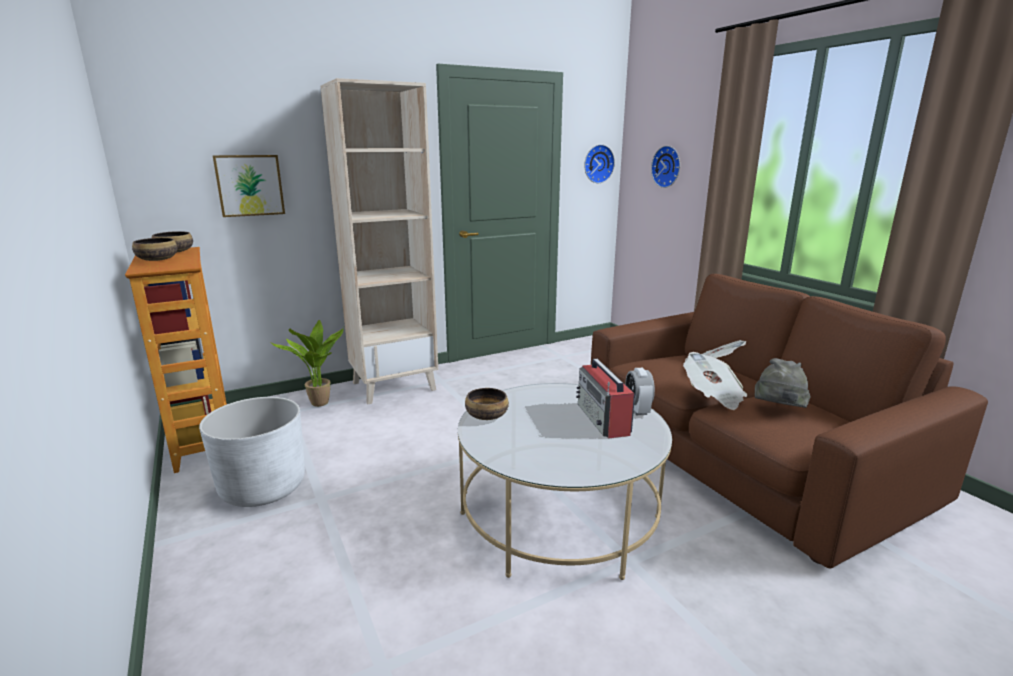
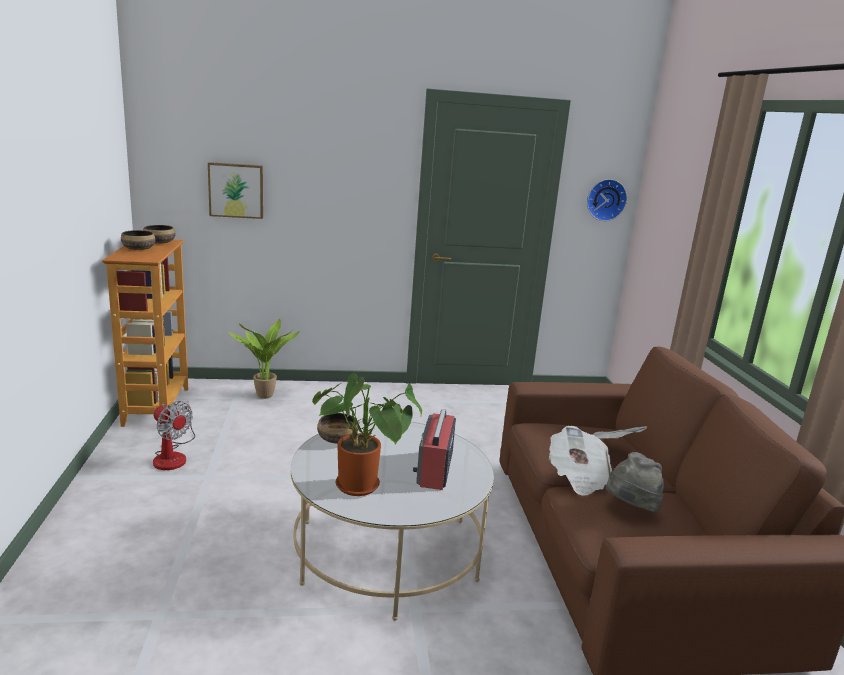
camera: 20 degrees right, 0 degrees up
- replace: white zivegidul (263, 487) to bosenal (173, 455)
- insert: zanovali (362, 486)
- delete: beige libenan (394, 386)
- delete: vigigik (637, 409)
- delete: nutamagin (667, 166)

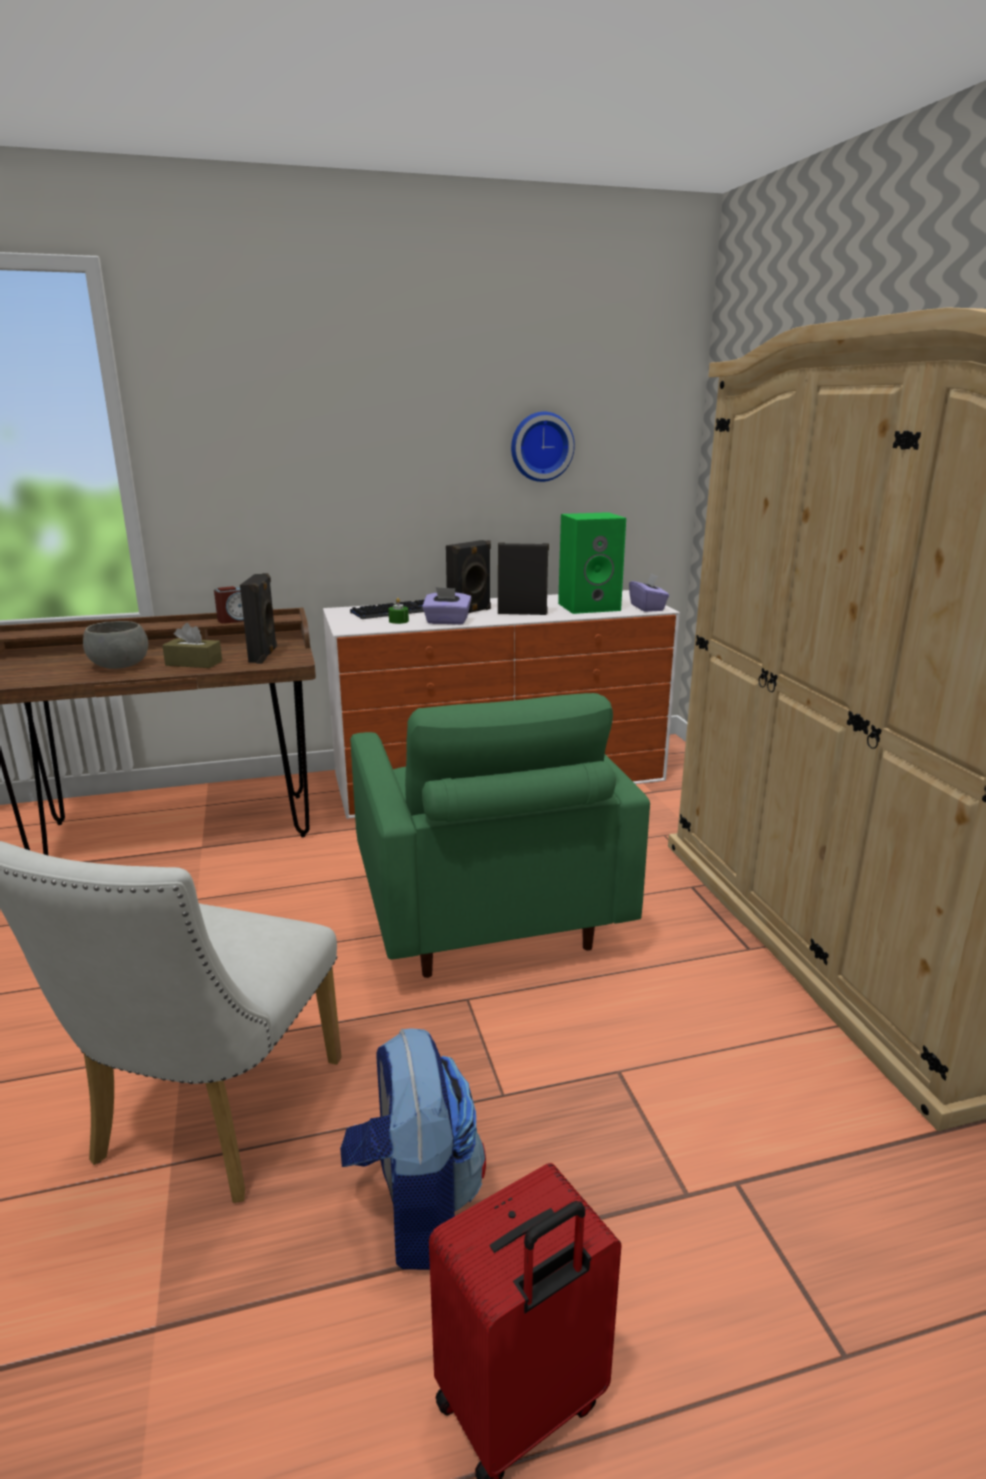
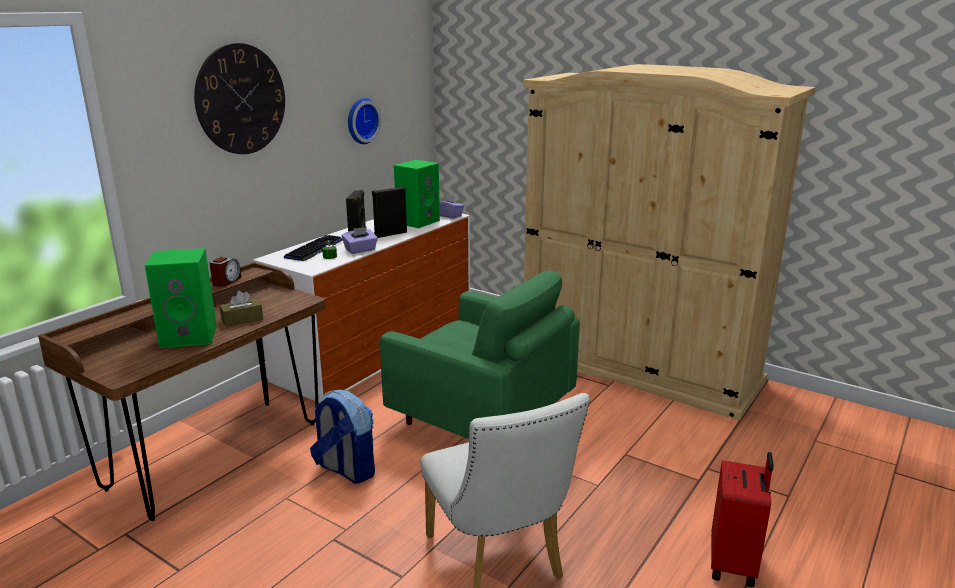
camera: 40 degrees left, 0 degrees up
- replace: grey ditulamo (120, 665) to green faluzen (190, 336)
- insert: nutamagin (241, 99)
- move: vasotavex (415, 1207) to (345, 470)
- delete: black faluzen (264, 655)

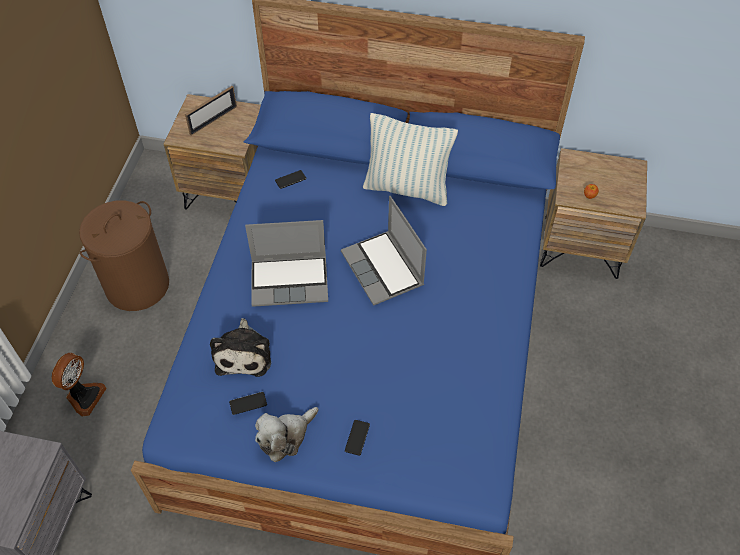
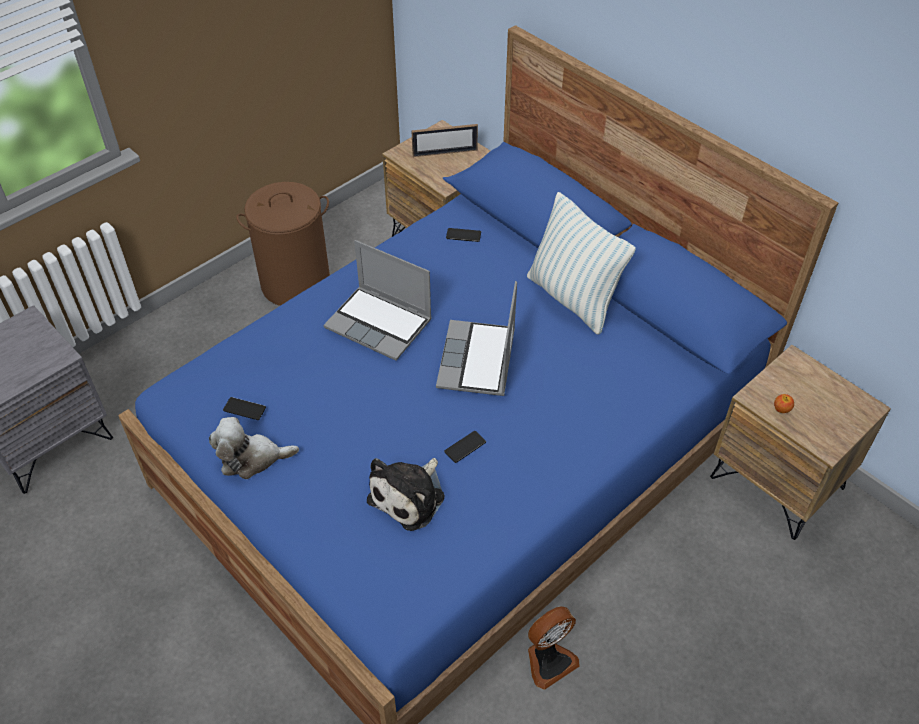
camera: 35 degrees right, 5 degrees down
- move: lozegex (244, 353) to (410, 496)
- move: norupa (357, 437) to (465, 447)
- move: bosenal (84, 396) to (549, 660)

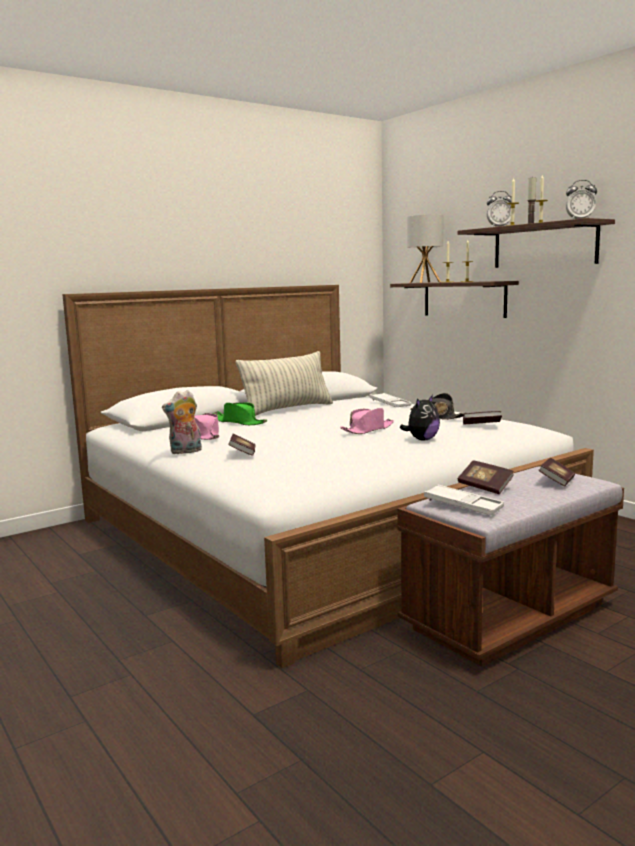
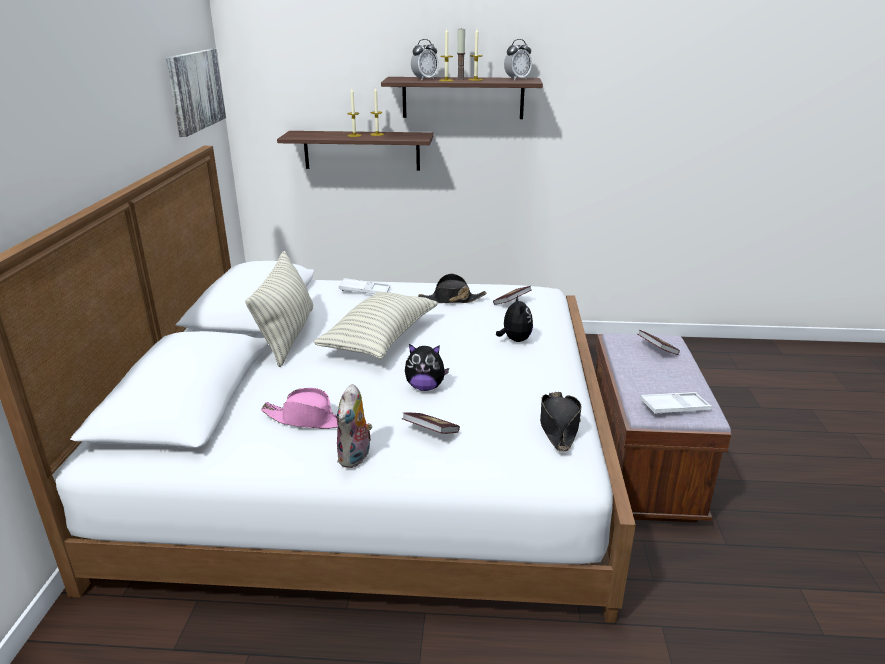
camera: 50 degrees left, 15 degrees up
- insert: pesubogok (195, 90)
- insert: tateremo (380, 339)
- insert: lozegex (425, 387)
- insert: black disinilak (558, 426)
- delete: green disinilak (239, 422)
- delete: pink disinilak (367, 430)
- delete: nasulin (425, 282)
- delete: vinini (485, 487)

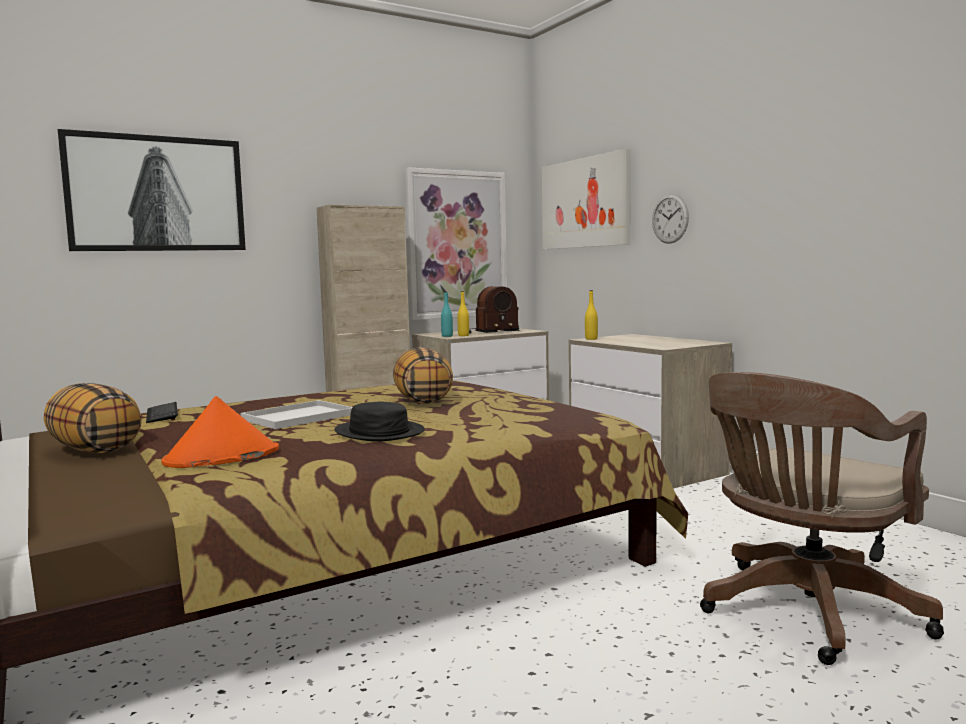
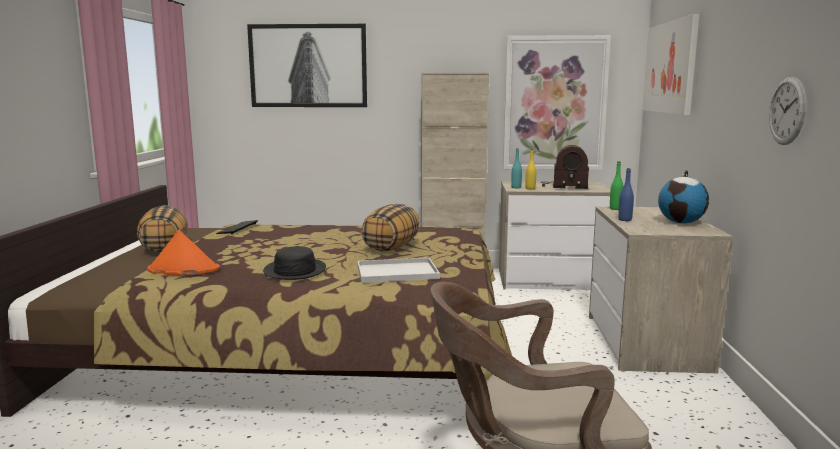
camera: 35 degrees right, 5 degrees up
- move: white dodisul (297, 417) to (395, 272)
- recolor: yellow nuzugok (591, 339) to green nuzugok (615, 209)
- insert: blue nuzugok (625, 220)
- insert: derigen (681, 223)
- move: nutamagin (670, 218) to (787, 111)

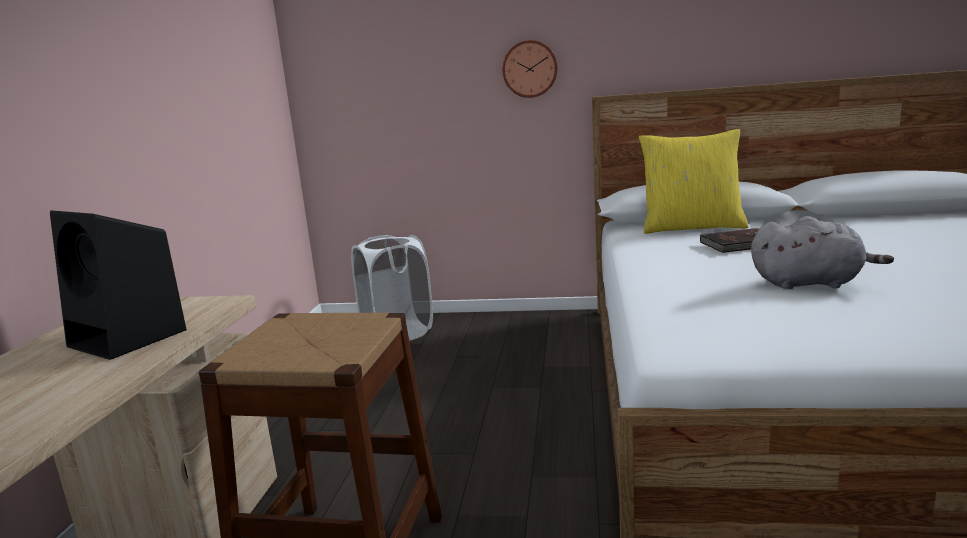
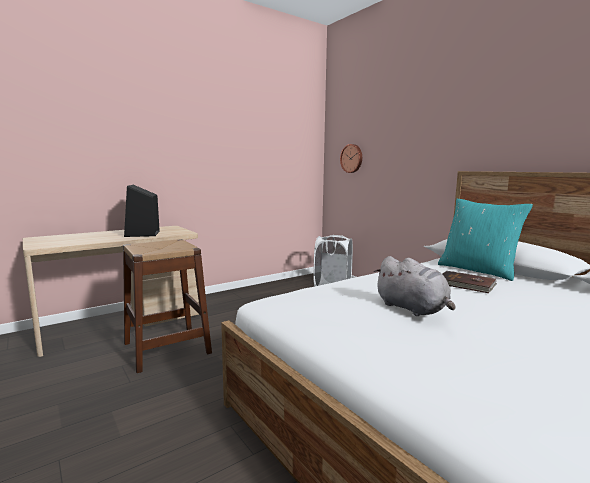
camera: 45 degrees right, 5 degrees down
- move: nutamagin (530, 69) to (352, 158)
- recolor: yellow tateremo (691, 227) to turquoise tateremo (478, 270)

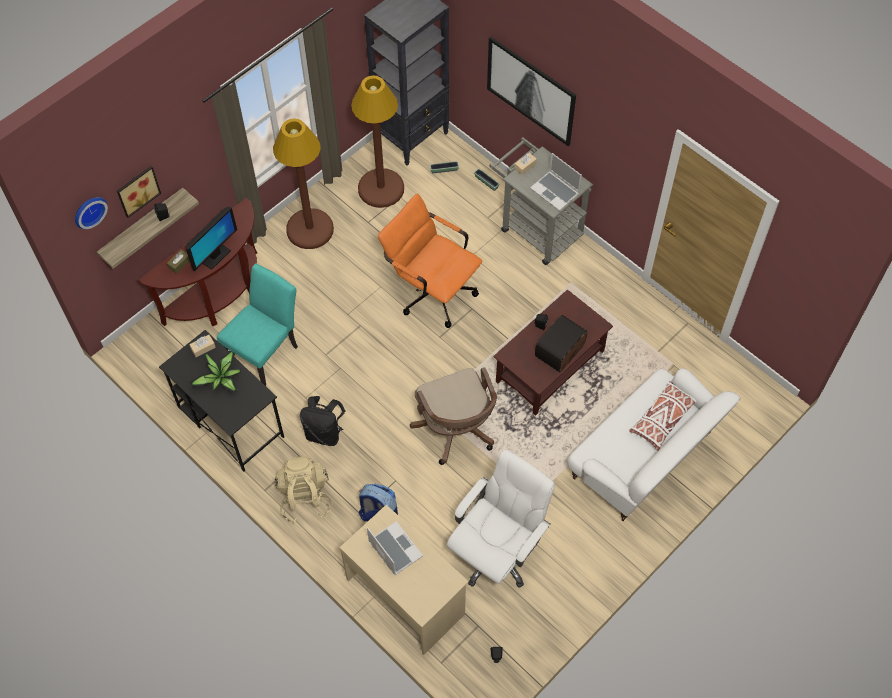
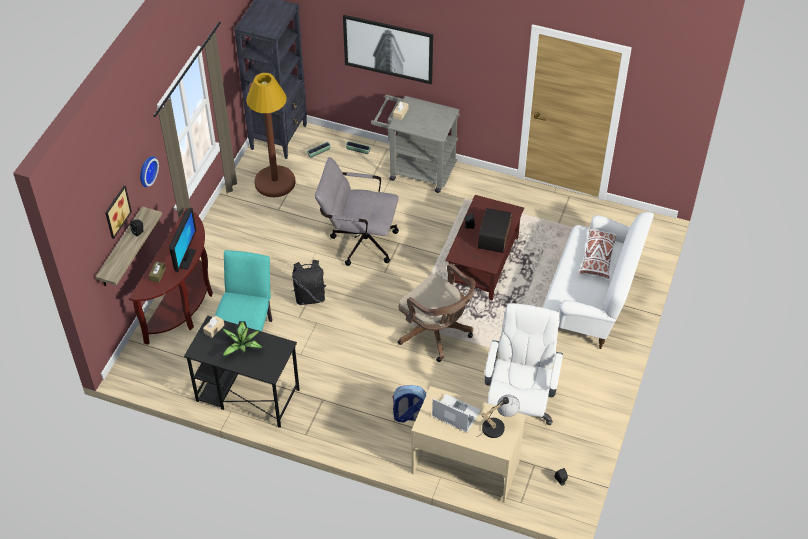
camera: 25 degrees left, 10 degrees down
- move: nutamagin (88, 211) to (146, 170)
- move: black vasotavex (324, 433) to (310, 297)
- recolor: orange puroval (431, 290) to grey puroval (358, 241)
- insert: nasulin (498, 425)
- delete: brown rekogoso (310, 229)
- delete: beige vasotavex (304, 497)
- delete: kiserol (555, 191)

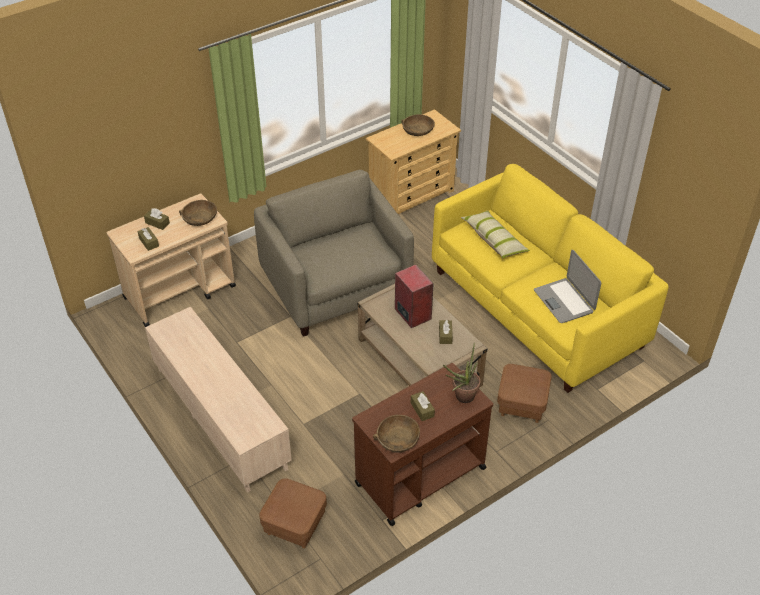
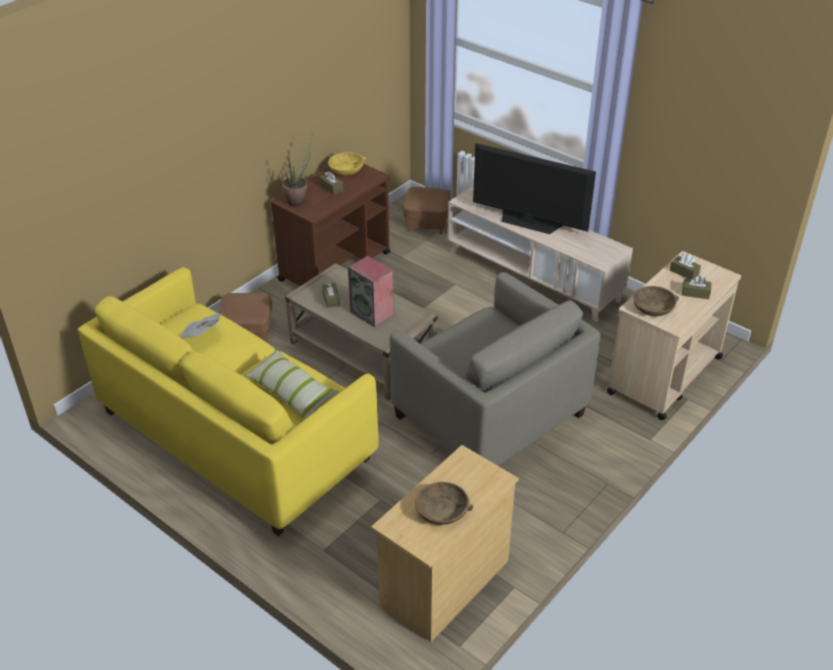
camera: 165 degrees right, 5 degrees down
- replace: kiserol (564, 301) to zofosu (201, 335)
- recolor: brown ditulamo (397, 439) to yellow ditulamo (346, 169)
- insert: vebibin (529, 222)

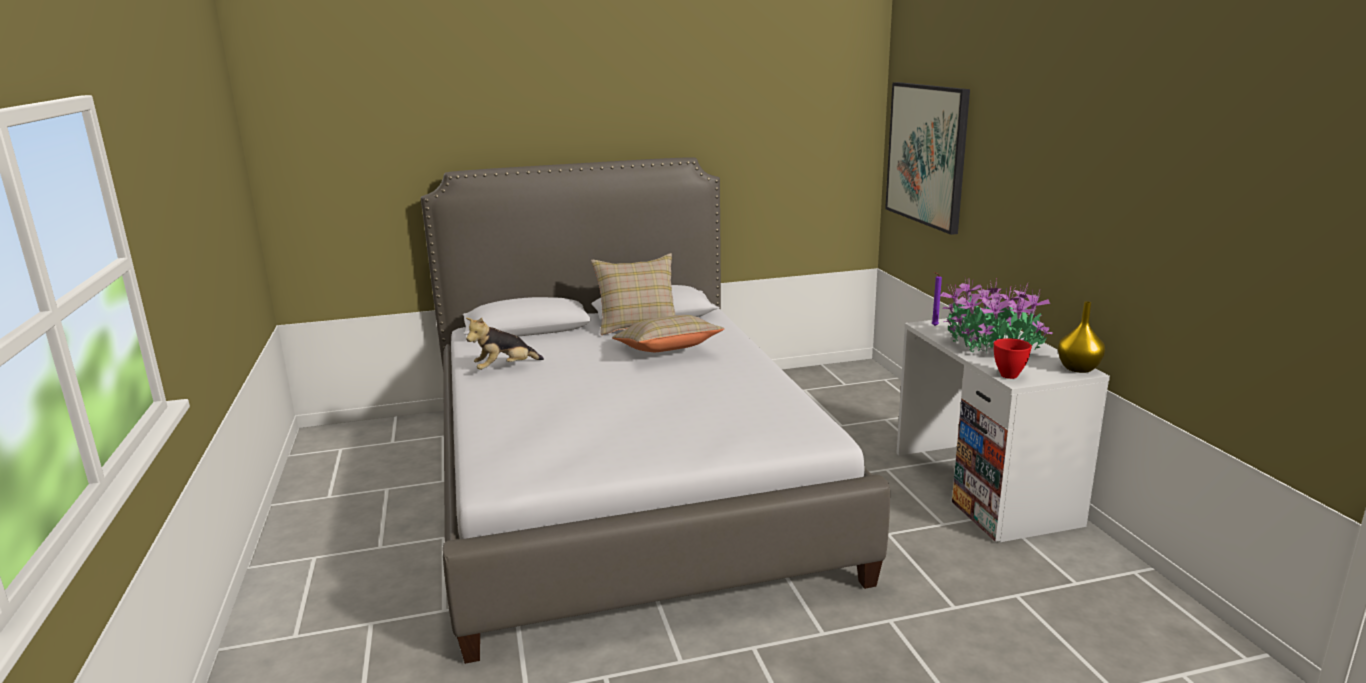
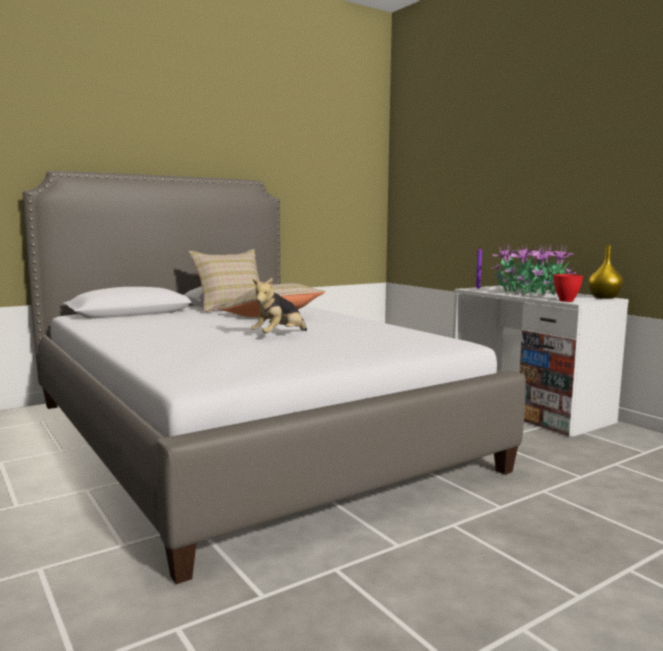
camera: 20 degrees left, 10 degrees down
- move: lozegex (504, 368) to (279, 336)
- delete: pesubogok (927, 154)

